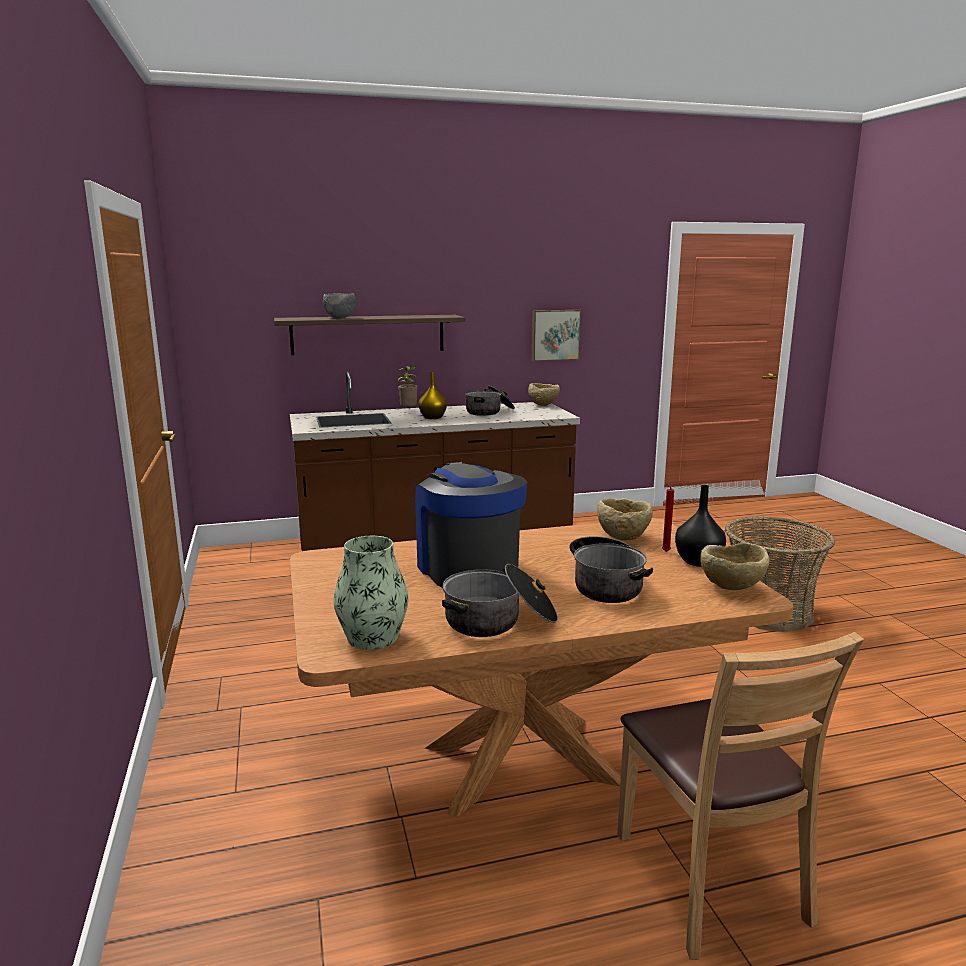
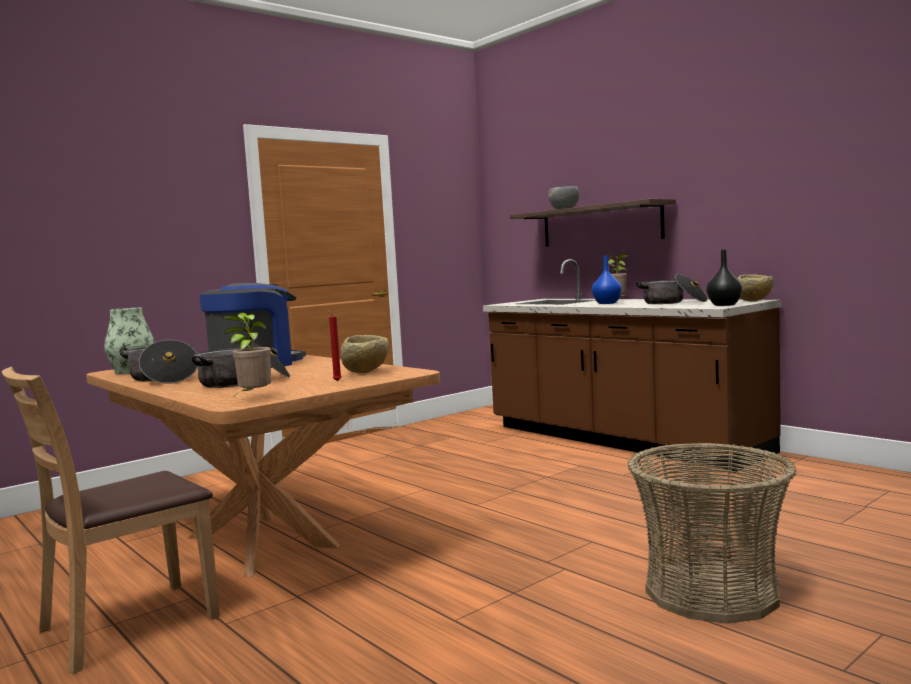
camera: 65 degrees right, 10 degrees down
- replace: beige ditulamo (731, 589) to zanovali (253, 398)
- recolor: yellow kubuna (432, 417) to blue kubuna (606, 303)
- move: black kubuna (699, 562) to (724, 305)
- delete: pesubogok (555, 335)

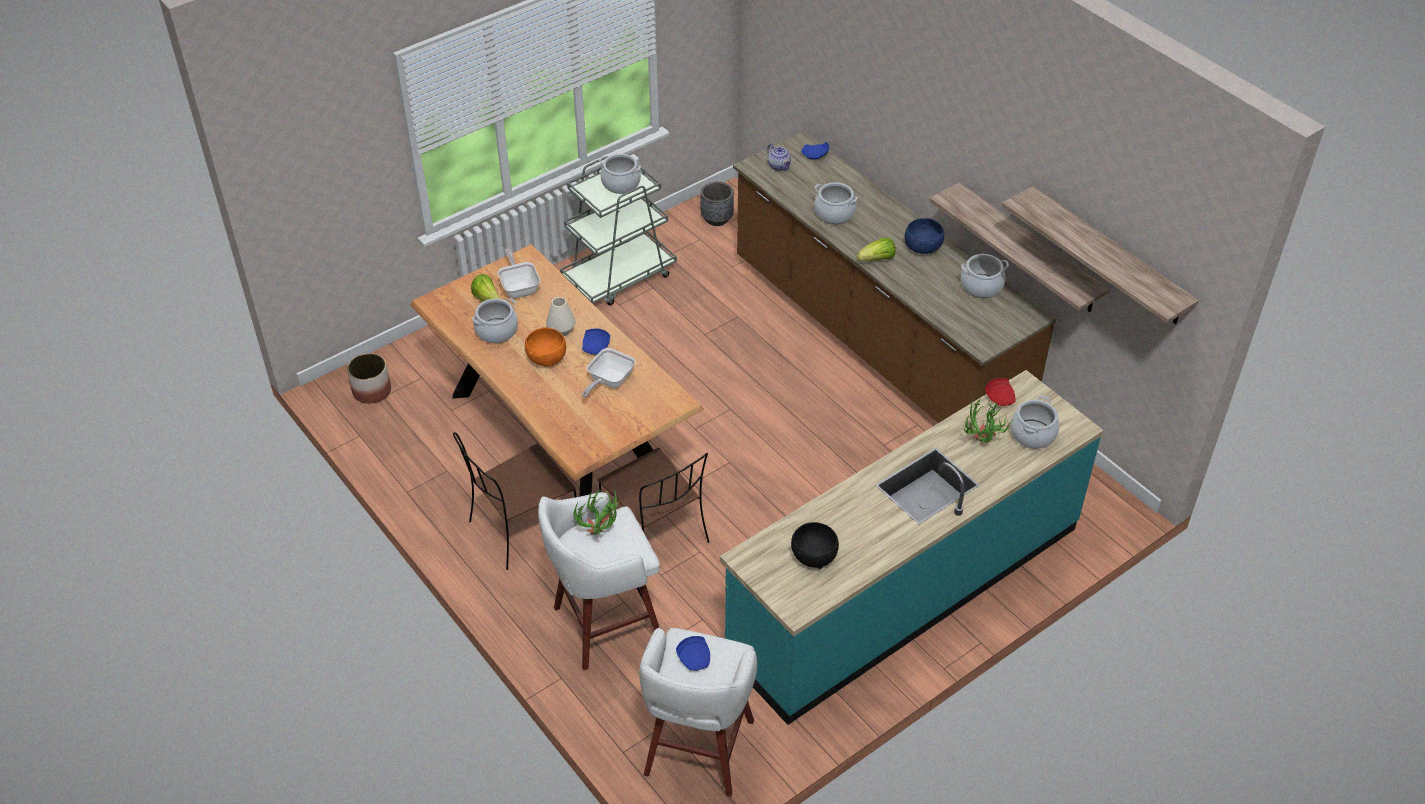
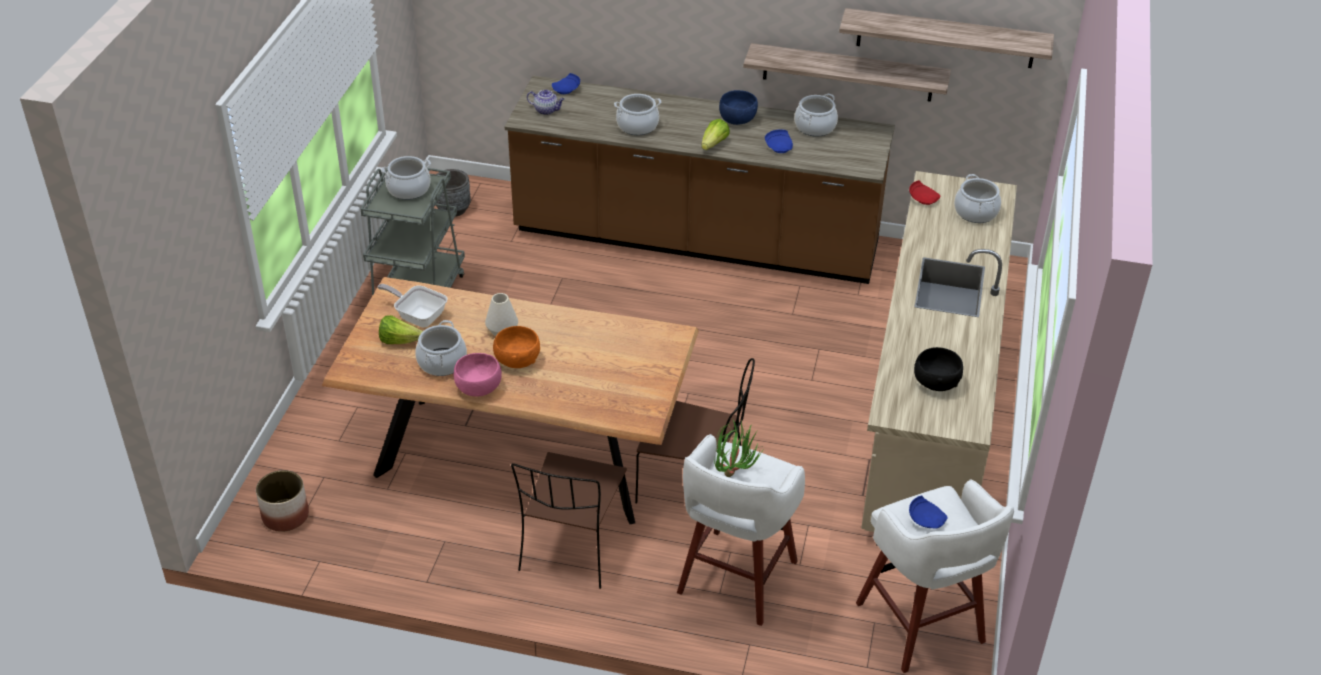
camera: 40 degrees left, 5 degrees down
- insert: pink ditulamo (479, 388)
- move: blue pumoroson (596, 347) to (779, 147)
- recolor: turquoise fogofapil (904, 589) to beige fogofapil (928, 410)
- delete: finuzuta (608, 382)
- delete: zanovali (981, 444)

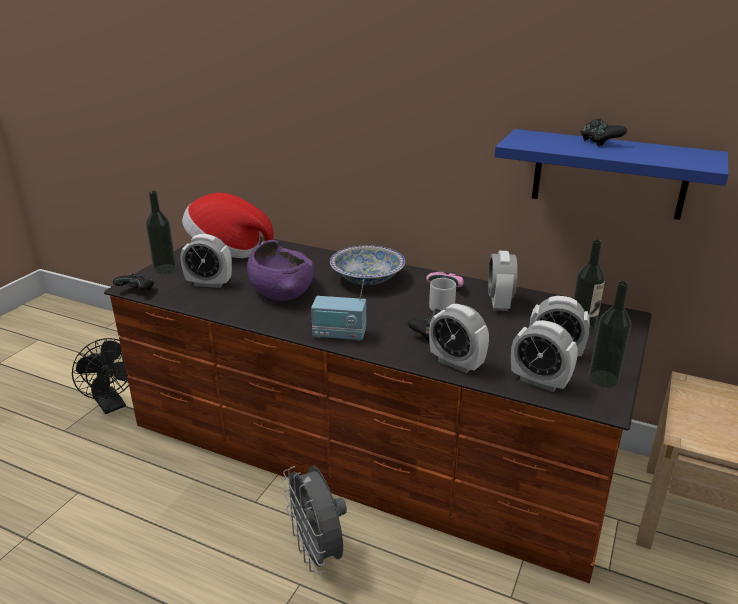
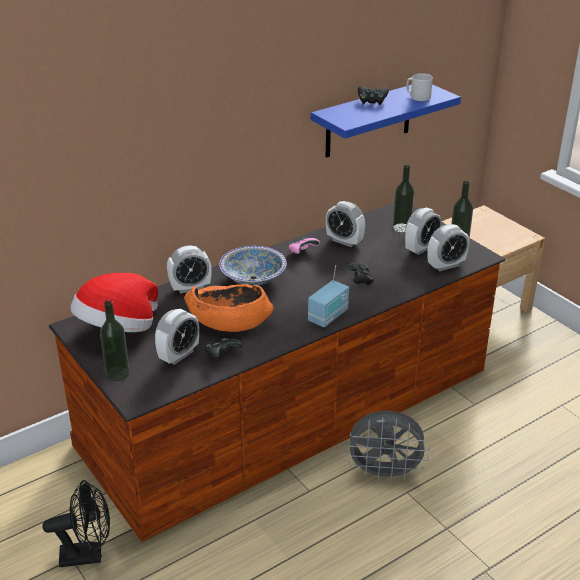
camera: 60 degrees left, 5 degrees up
- move: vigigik (456, 363) to (190, 288)
- recolor: purple ditulamo (281, 289) to orange ditulamo (228, 321)
- move: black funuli (137, 291) to (222, 355)
- move: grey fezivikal (441, 306) to (418, 97)

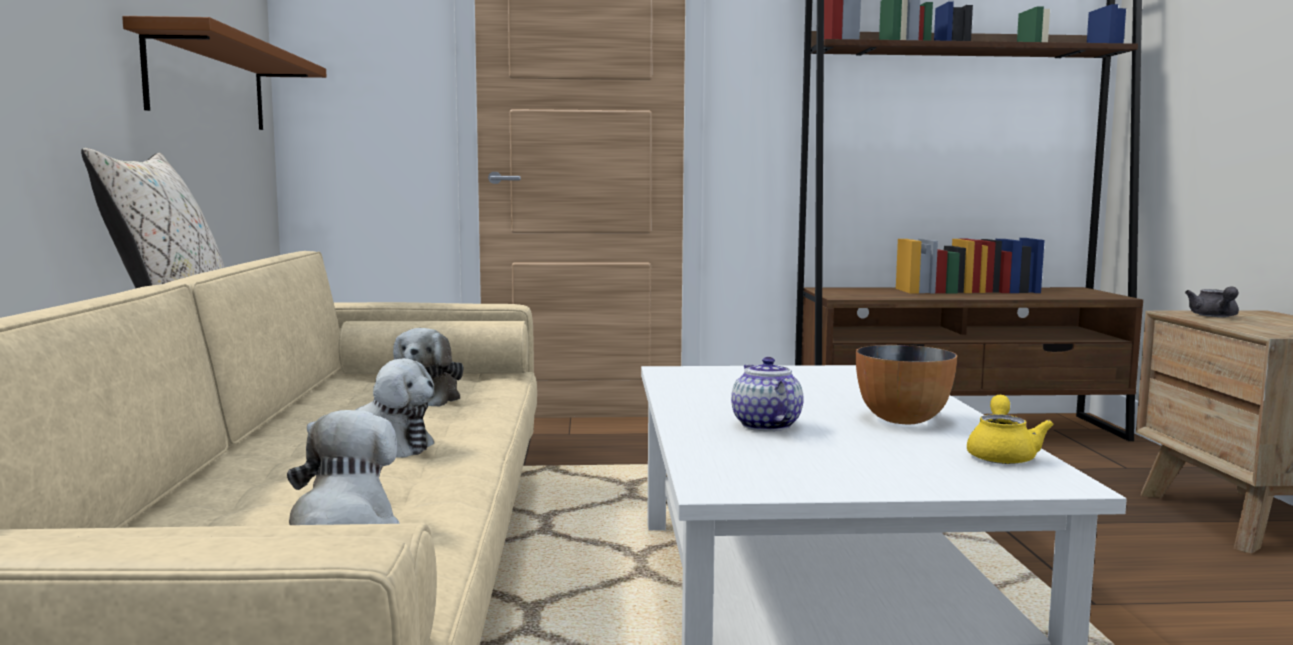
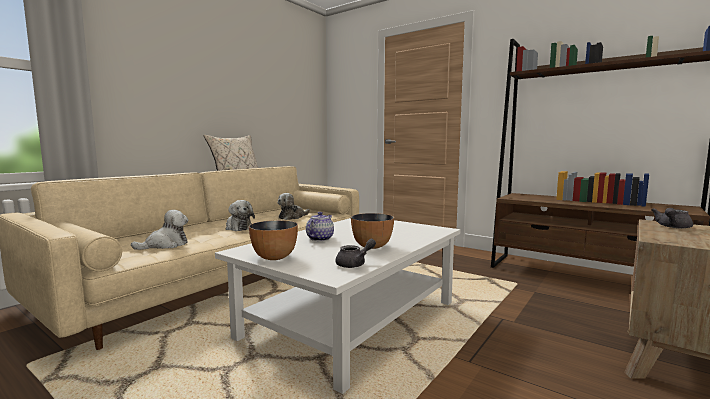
camera: 40 degrees right, 0 degrees up
- insert: ditulamo (274, 257)
- recolor: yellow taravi (1002, 455) to grey taravi (355, 264)
- delete: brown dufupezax (209, 84)

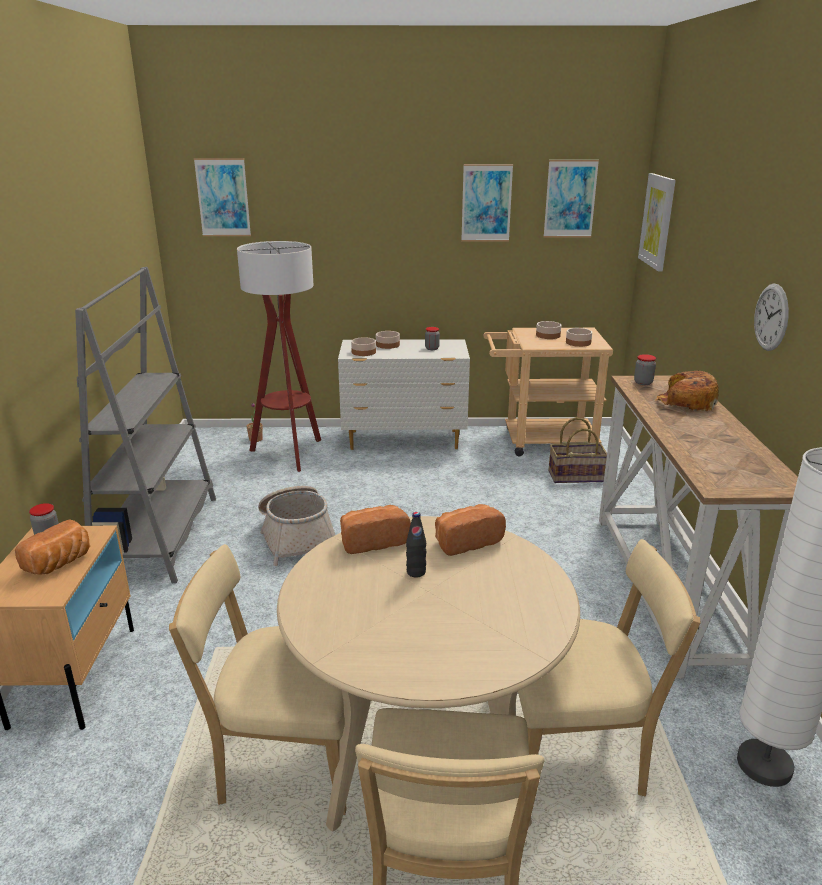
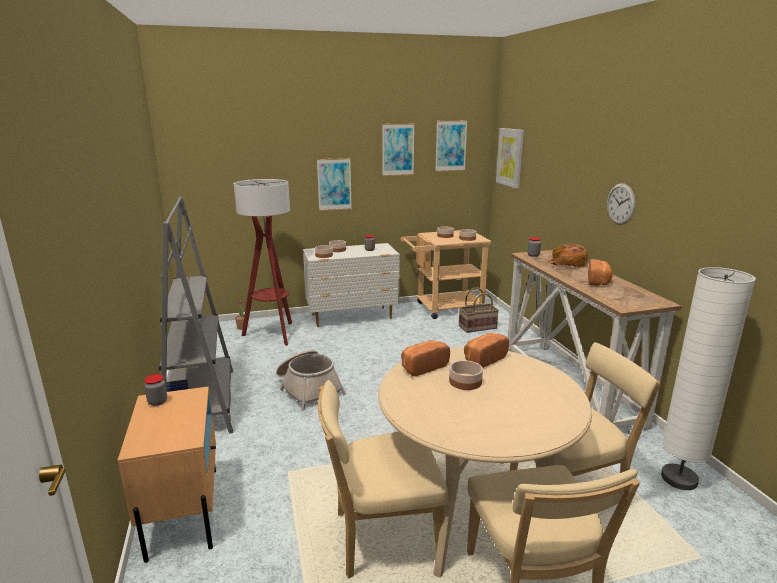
camera: 15 degrees left, 5 degrees down
- move: pesubogok (223, 197) to (334, 184)
- replace: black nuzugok (416, 572) to ditulamo (465, 381)
- move: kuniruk (60, 563) to (599, 282)

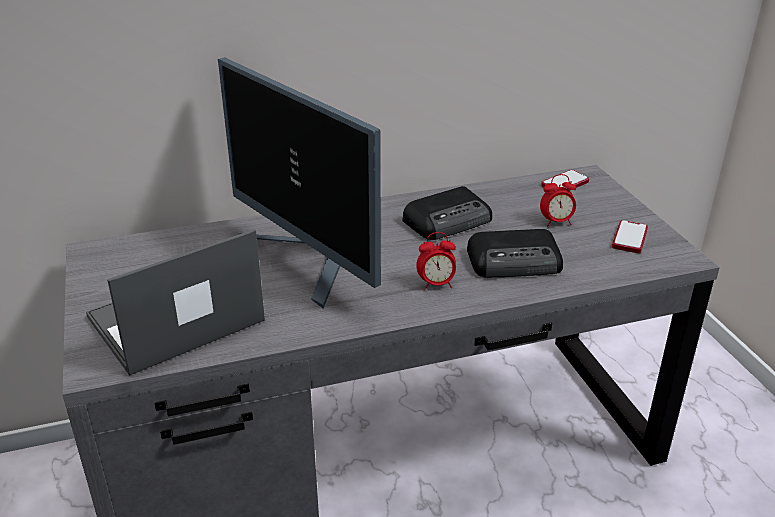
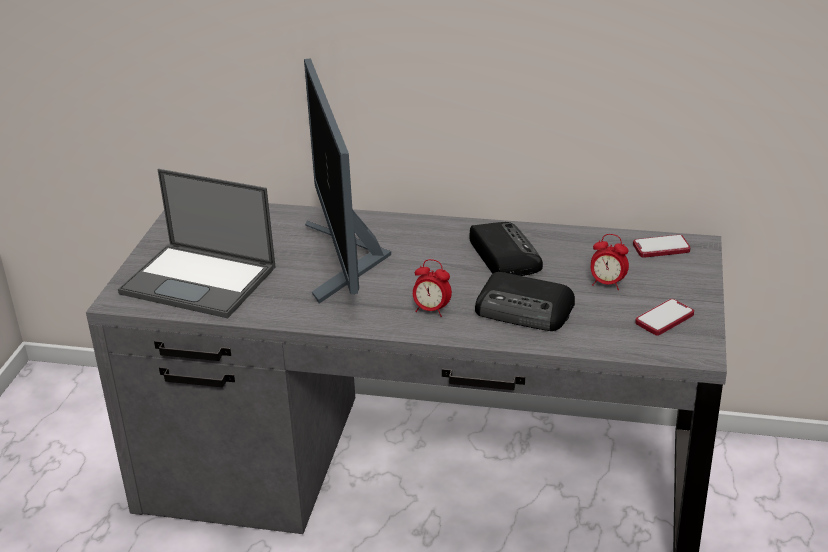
camera: 30 degrees right, 0 degrees up
- rotate: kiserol (174, 320) = (200, 280) 150 degrees counterclockwise
- rotate: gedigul (449, 220) = (503, 256) 105 degrees counterclockwise

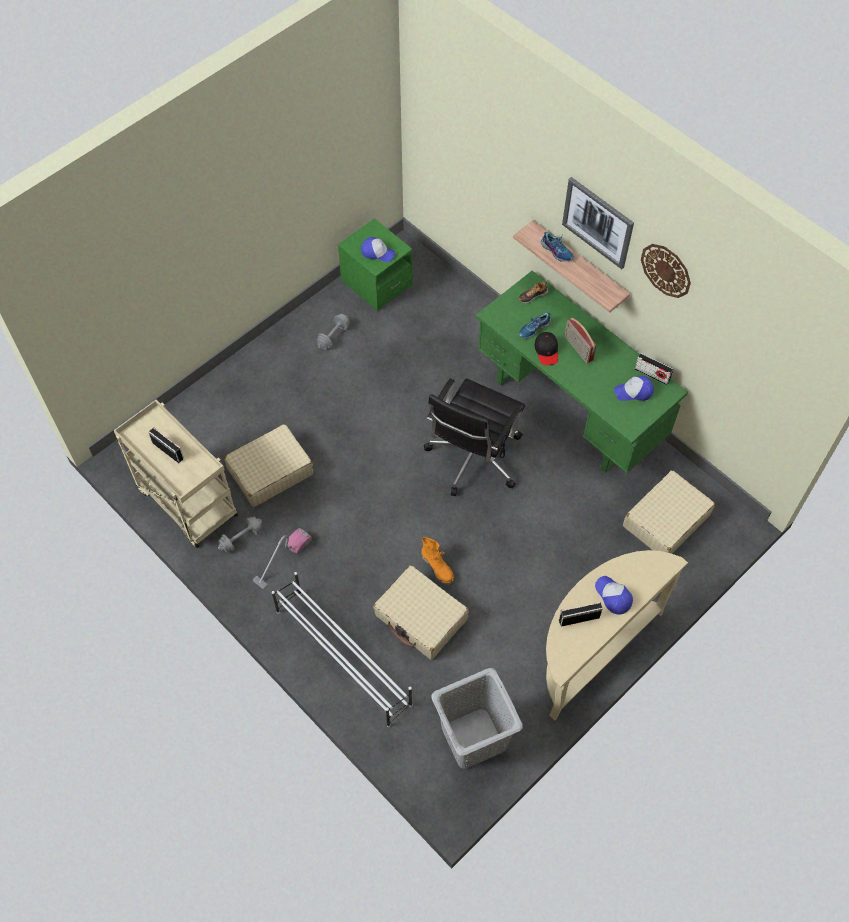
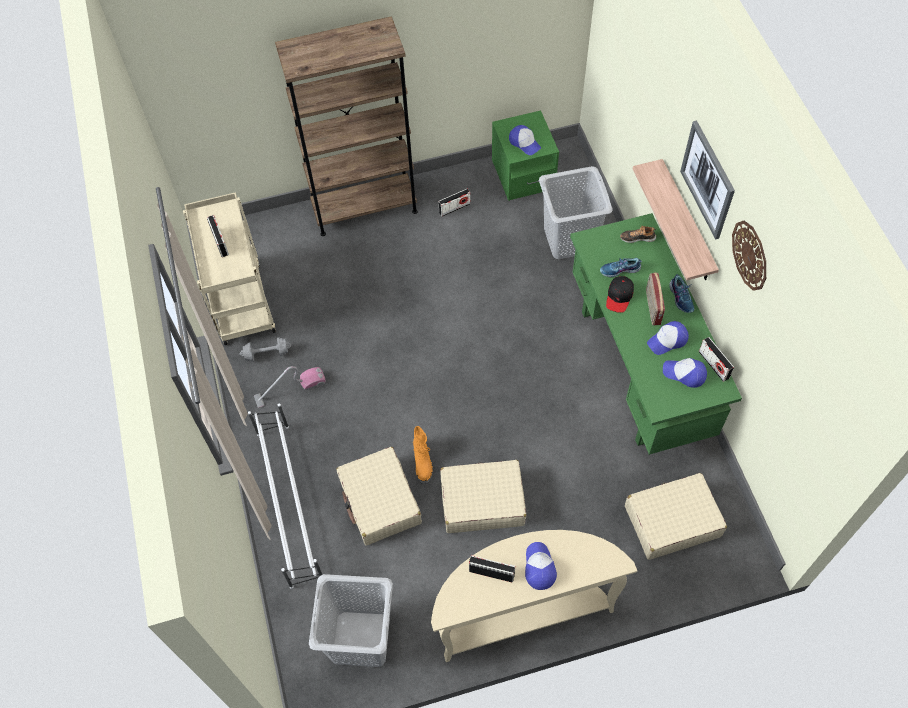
camera: 30 degrees right, 0 degrees up
- insert: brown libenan (364, 207)
- replace: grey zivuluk (333, 336) to gedigul (454, 208)
- move: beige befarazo (270, 471) to (482, 501)
- insert: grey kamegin (570, 239)
- insert: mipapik (667, 340)
- move: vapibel (557, 251) to (681, 297)
- delete: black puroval (473, 459)

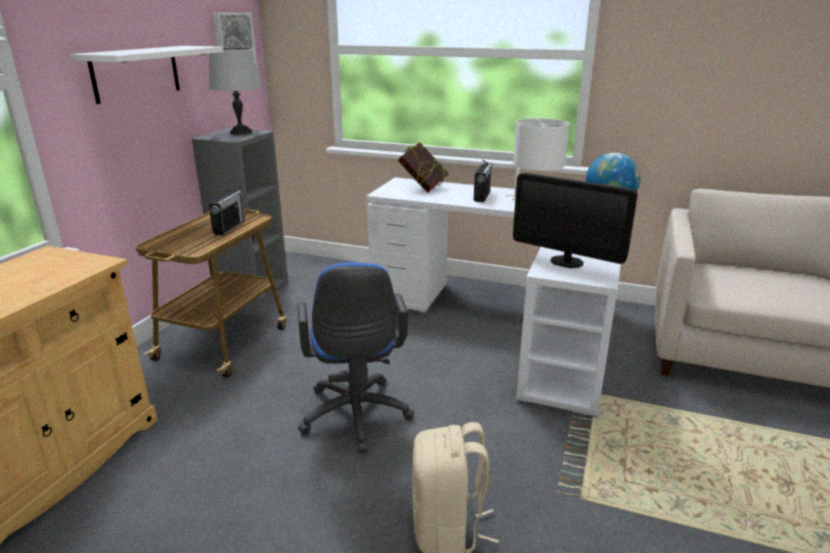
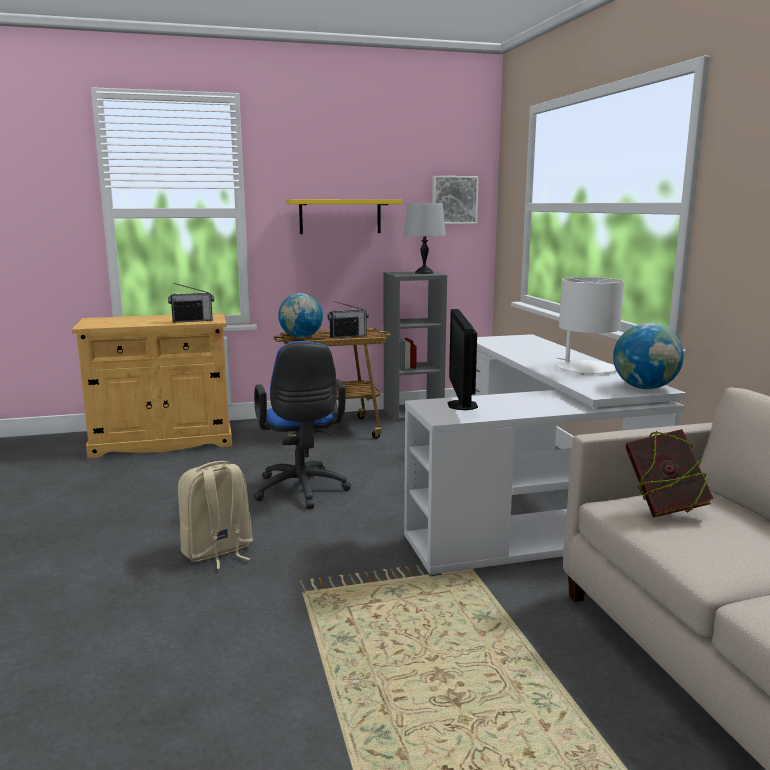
camera: 55 degrees right, 10 degrees down
- move: gedigul (482, 196) to (192, 321)
- rotate: blue puroval (356, 419) = (301, 491) 60 degrees counterclockwise
- insert: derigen (301, 337)
- recolor: white dufupezax (136, 73) to yellow dufupezax (340, 216)
- move: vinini (423, 188) to (664, 508)

